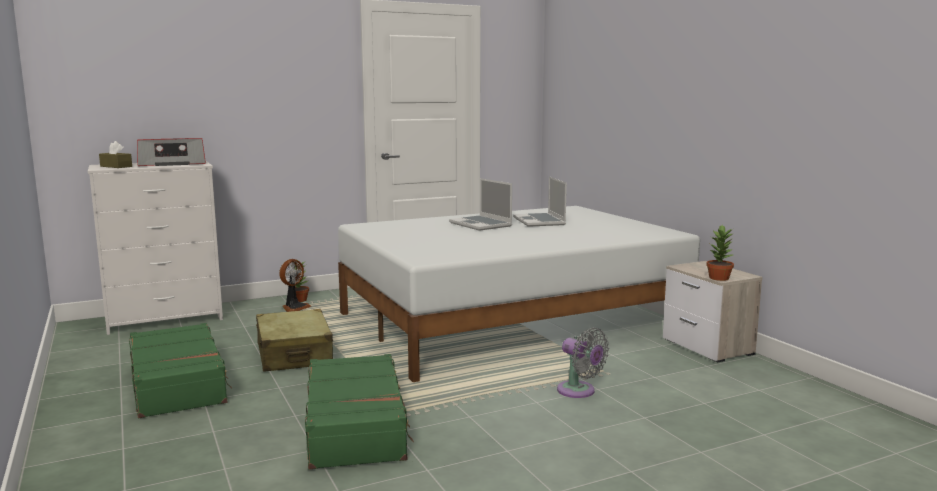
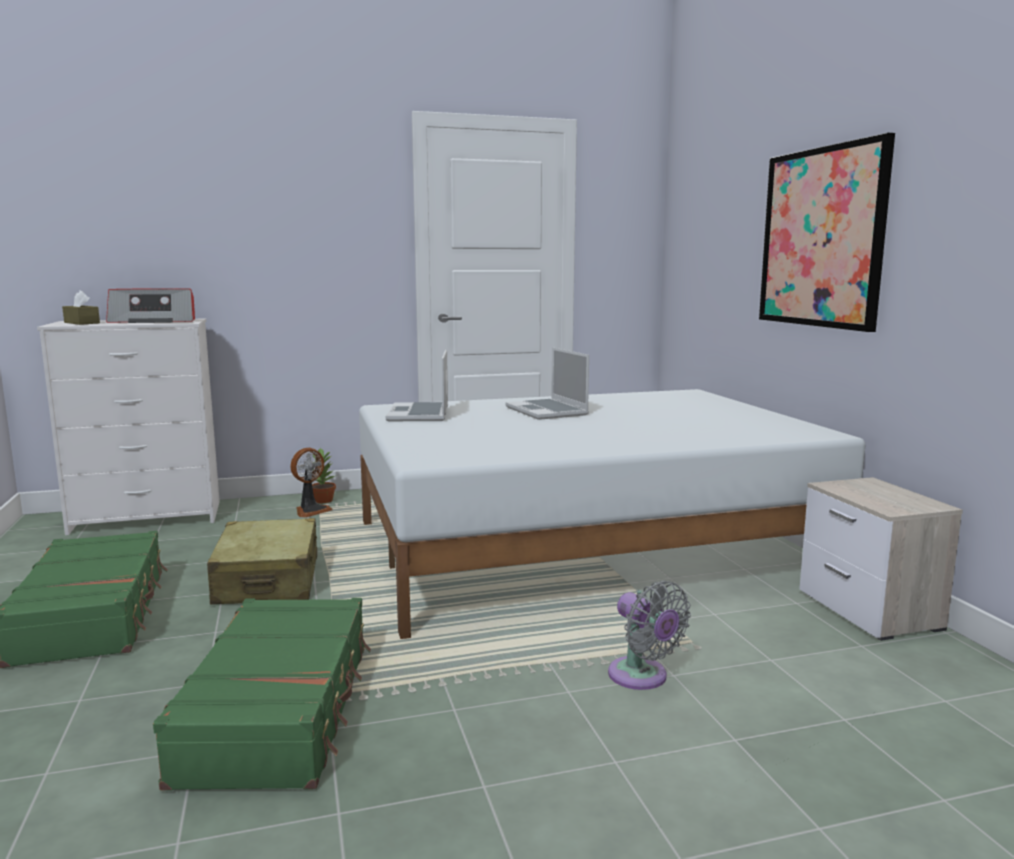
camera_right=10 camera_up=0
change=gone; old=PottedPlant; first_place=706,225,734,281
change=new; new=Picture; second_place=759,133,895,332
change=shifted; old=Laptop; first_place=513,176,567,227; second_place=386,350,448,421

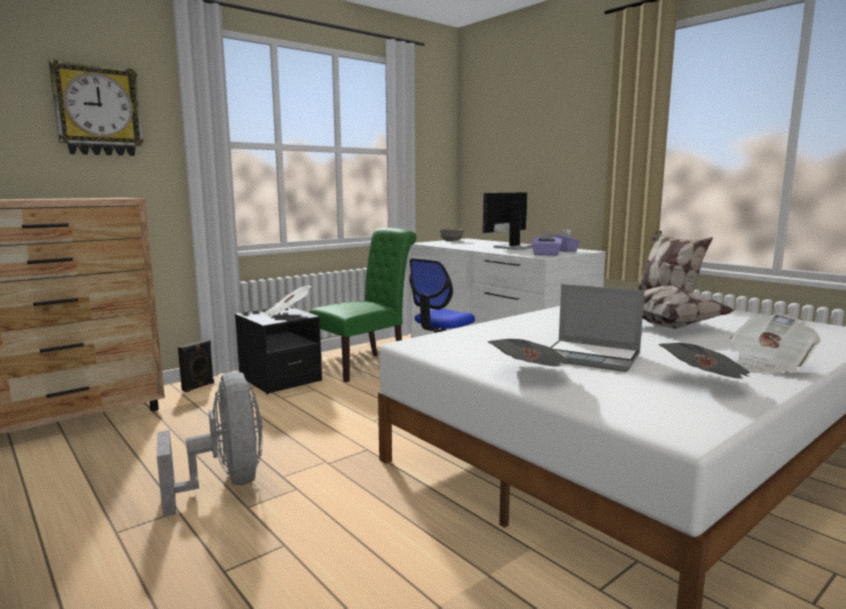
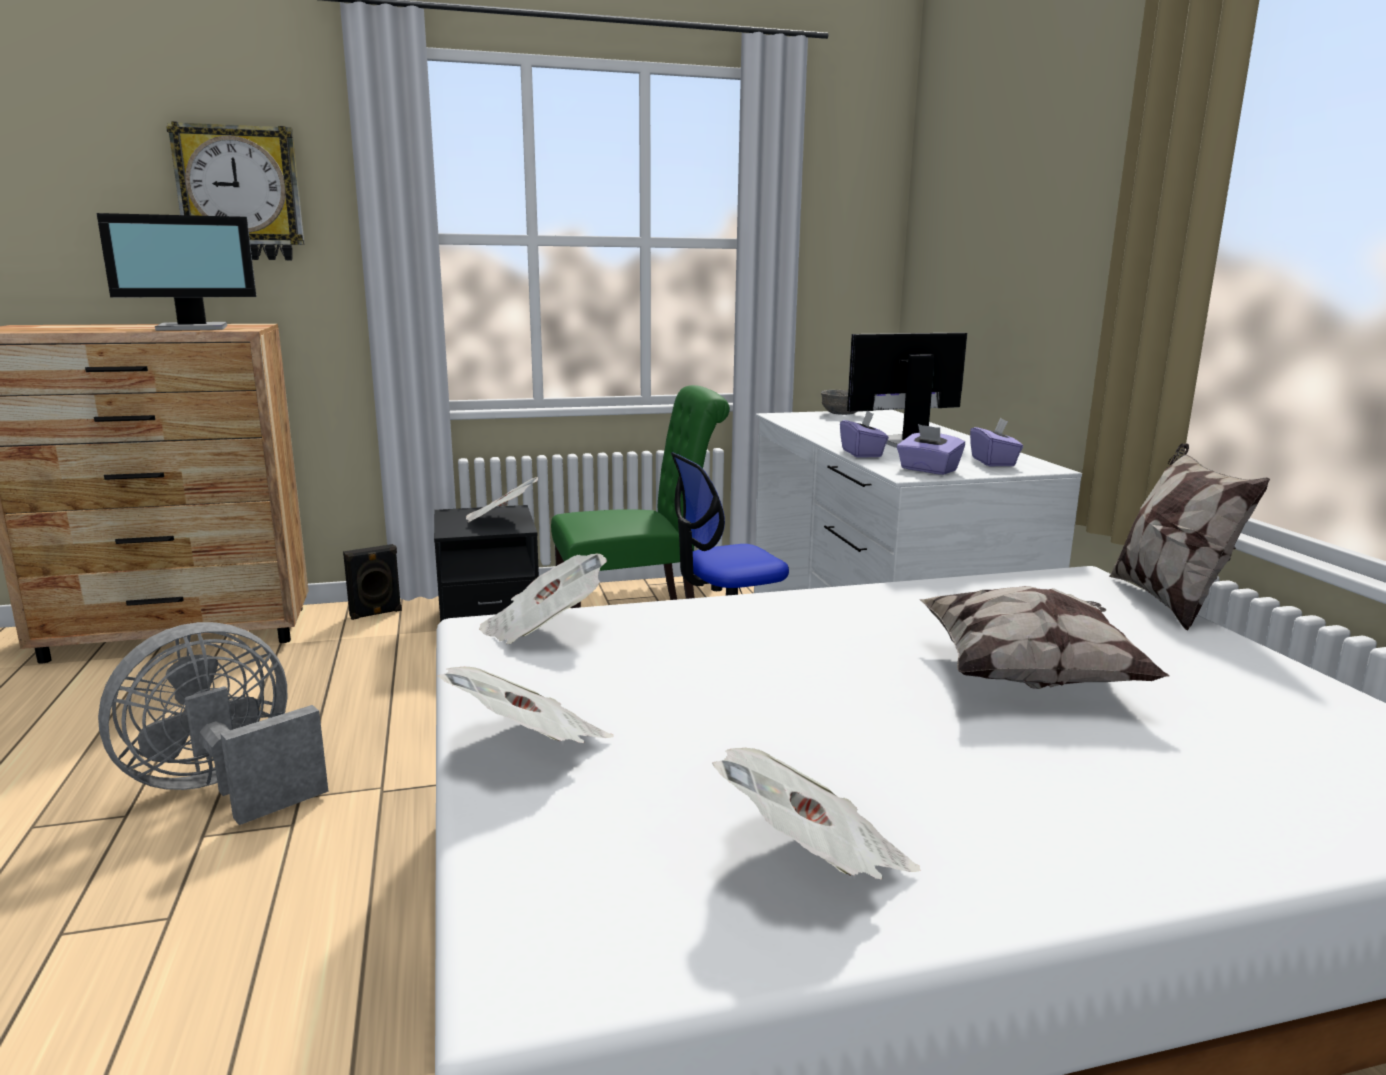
camera_right=25 camera_up=5
change=gone; old=Laptop; first_place=550,284,645,372
change=new; new=Monitor; second_place=96,213,256,331
change=new; new=PurpleTissueBox; second_place=840,410,889,458
change=shifted; old=Newspaper; first_place=730,314,820,373; second_place=479,554,607,644
change=rotated; old=GreyFan; first_place=157,372,263,517; second_place=98,622,329,825; degrees=-135

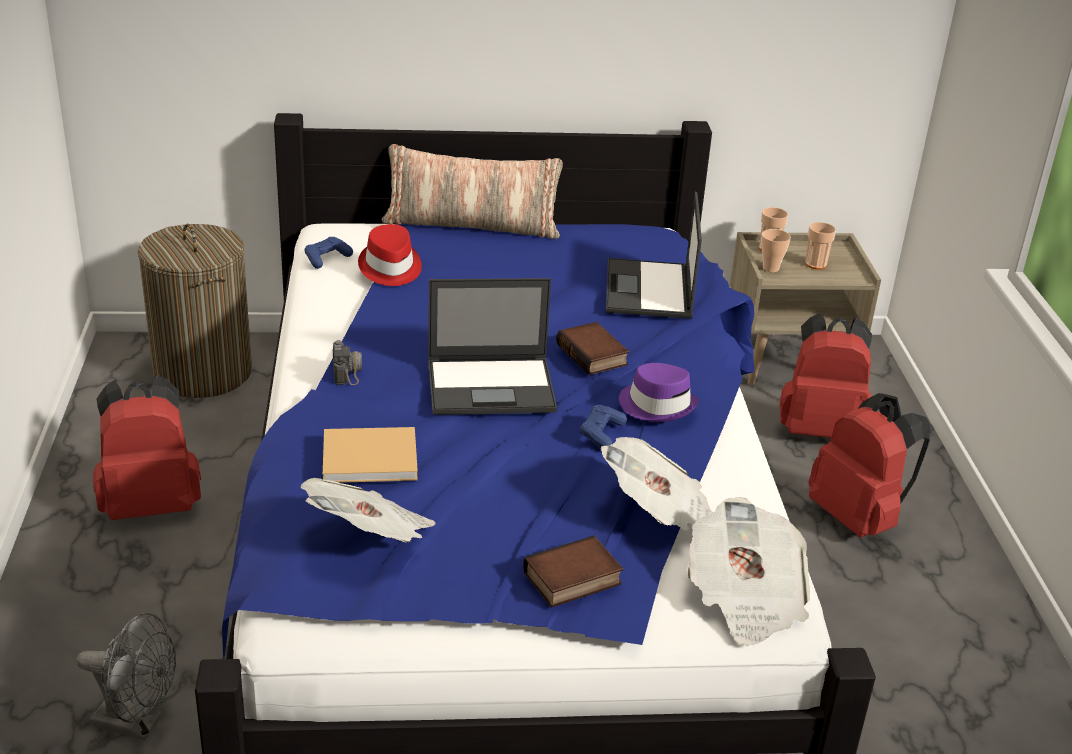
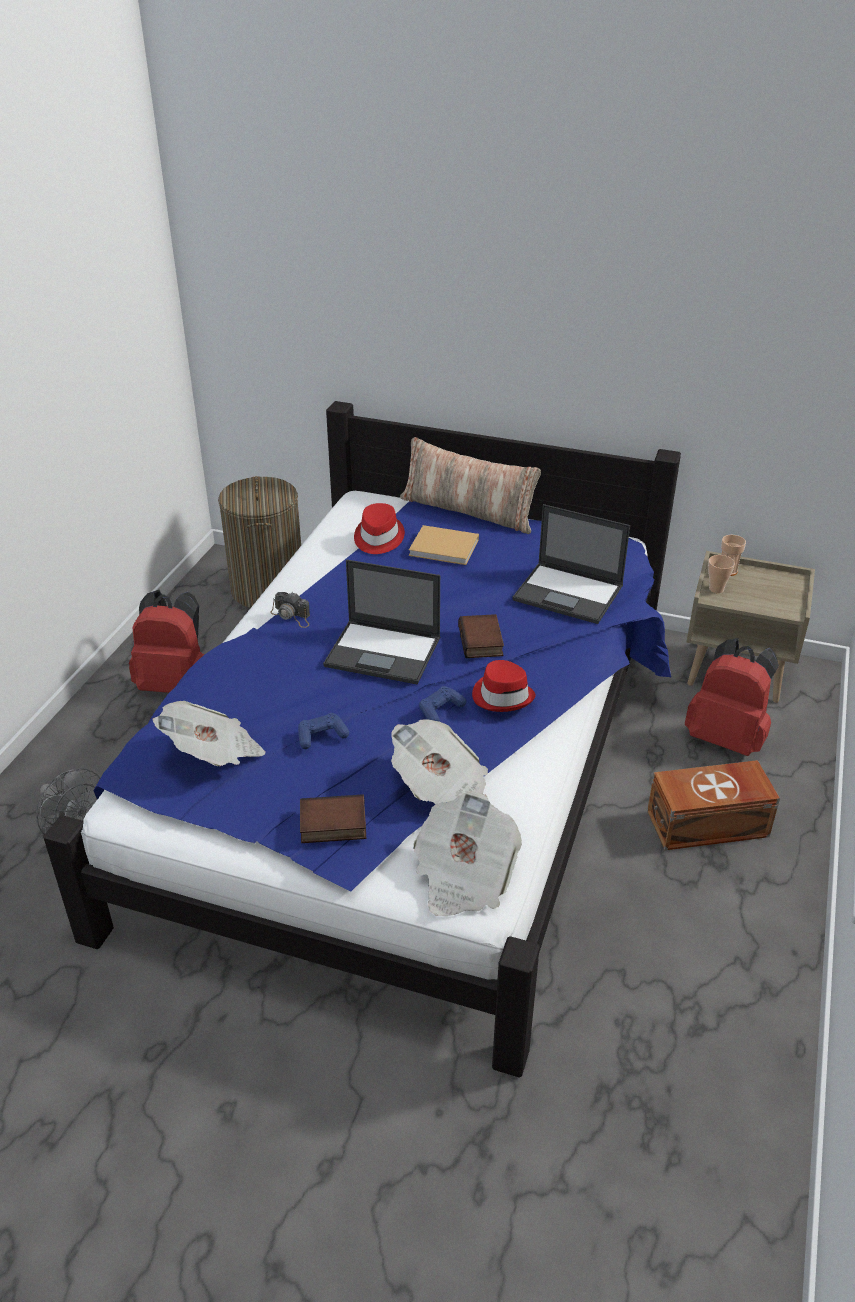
camera_right=25 camera_up=5
change=gone; old=Cup; first_place=805,222,836,270
change=shifted; old=BlueGameController; first_place=304,237,353,269; second_place=298,713,349,749
change=shifted; old=BeigeBook; first_place=323,427,418,483; second_place=409,525,479,565
change=swapped; old=RedBackpack; new=BrownStorageBox; first_place=808,393,931,537; second_place=647,760,780,850
change=repainted; old=PurpleHat; new=RedHat; first_place=619,363,699,422; second_place=472,660,536,712
change=rotated; old=PhotoCamera; first_place=333,340,362,385; second_place=270,592,310,628; degrees=105
change=rotated; old=Laptop; first_place=606,192,702,319; second_place=512,504,630,624; degrees=-90

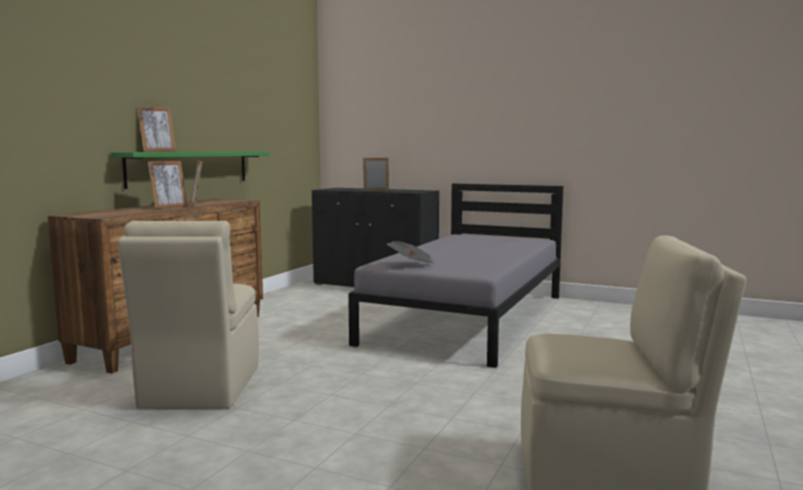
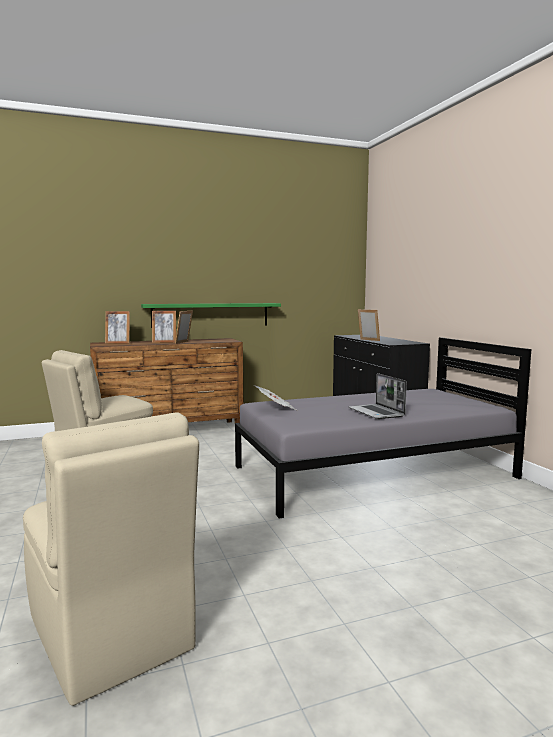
camera_right=45 camera_up=0
change=new; new=Laptop; second_place=349,373,407,419
change=shifted; old=PictureFrame; first_place=137,106,176,152; second_place=105,311,130,344

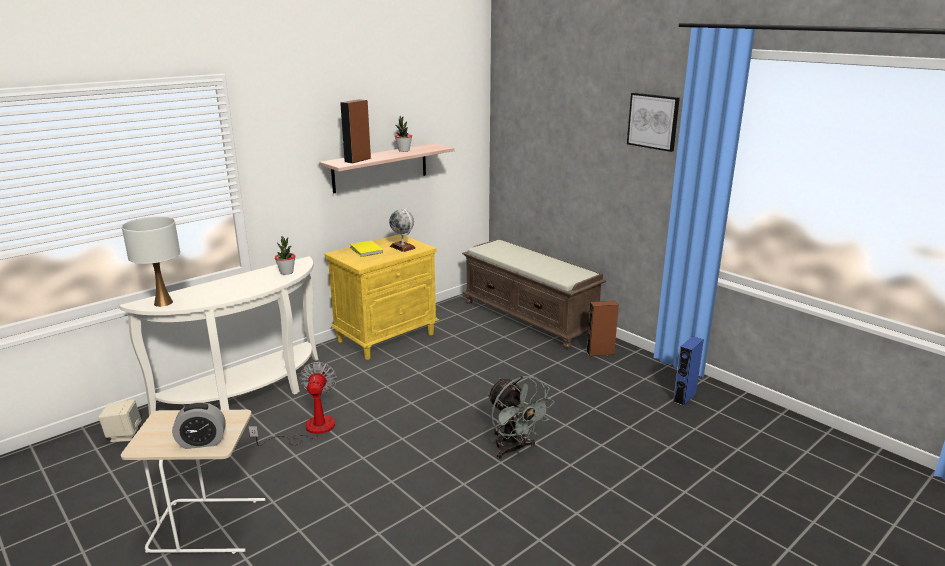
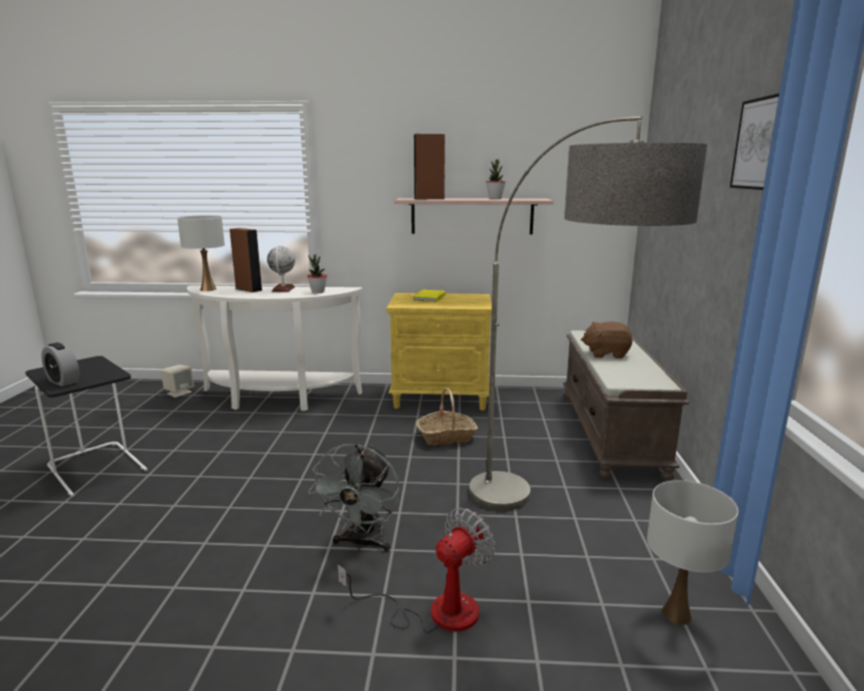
camera_right=45 camera_up=-5
change=new; new=Basket; second_place=416,388,478,445
change=new; new=FloorLamp; second_place=469,116,707,511
change=new; new=BrownPlushToy; second_place=581,322,632,359
change=shifted; old=Fan; first_place=248,362,337,446; second_place=337,508,495,633
change=shifted; old=Globe; first_place=389,209,416,252; second_place=267,245,295,292
change=shifted; old=BrownSpeaker; first_place=586,301,619,357; second_place=230,228,263,292
change=swapped; old=BlueSpeaker; new=WhiteTableLamp; first_place=673,336,704,406; second_place=647,480,739,625
change=repainted; old=BeigeSideTable; new=BlackSideTable; first_place=121,410,266,554; second_place=25,356,148,497

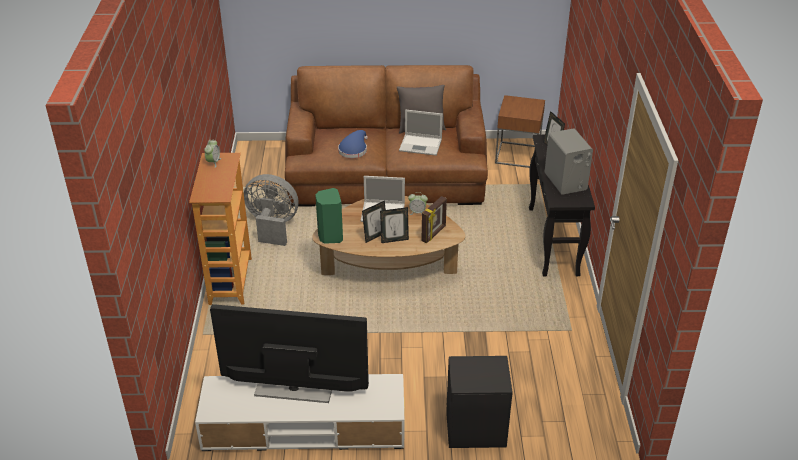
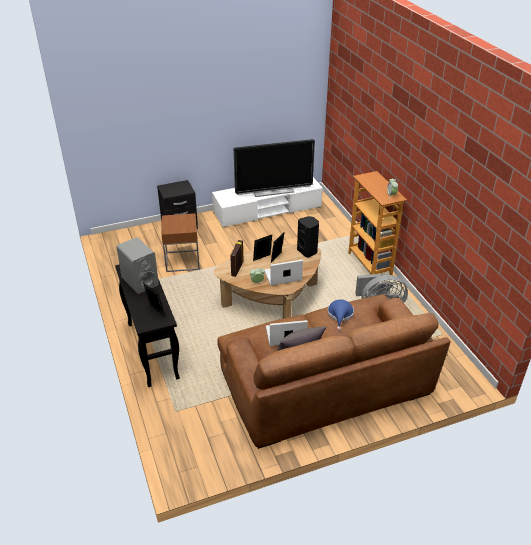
camera_right=160 camera_up=0
change=shifted; old=BrownSideTable; first_place=495,95,545,168; second_place=161,213,200,272
change=repainted; old=GreenSpeaker; new=BlackSpeaker; first_place=315,188,343,244; second_place=297,216,319,257

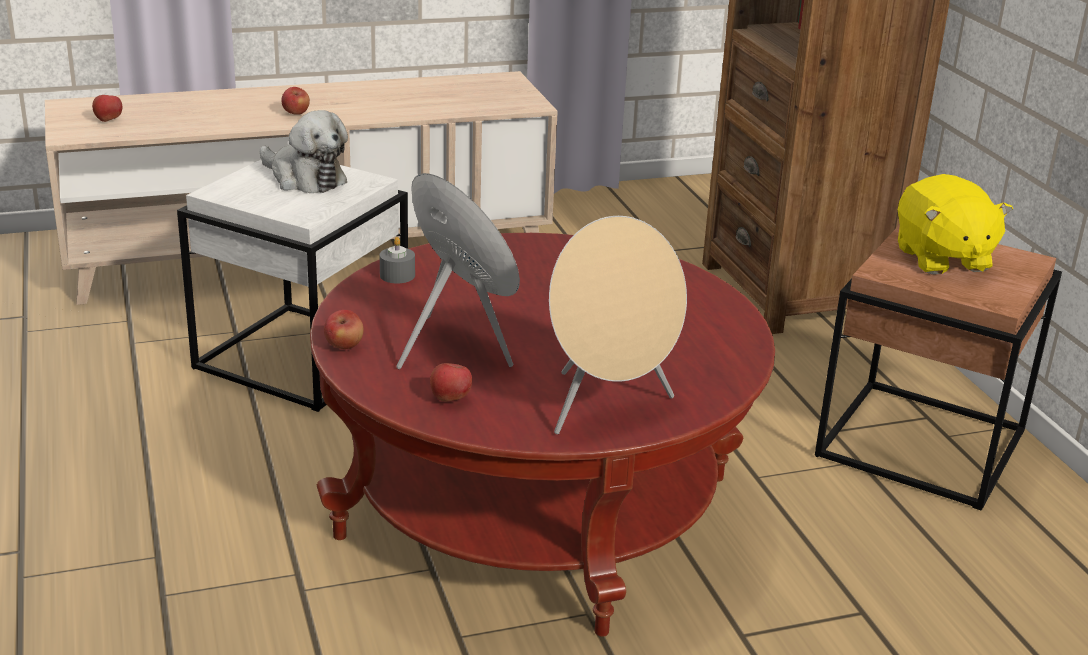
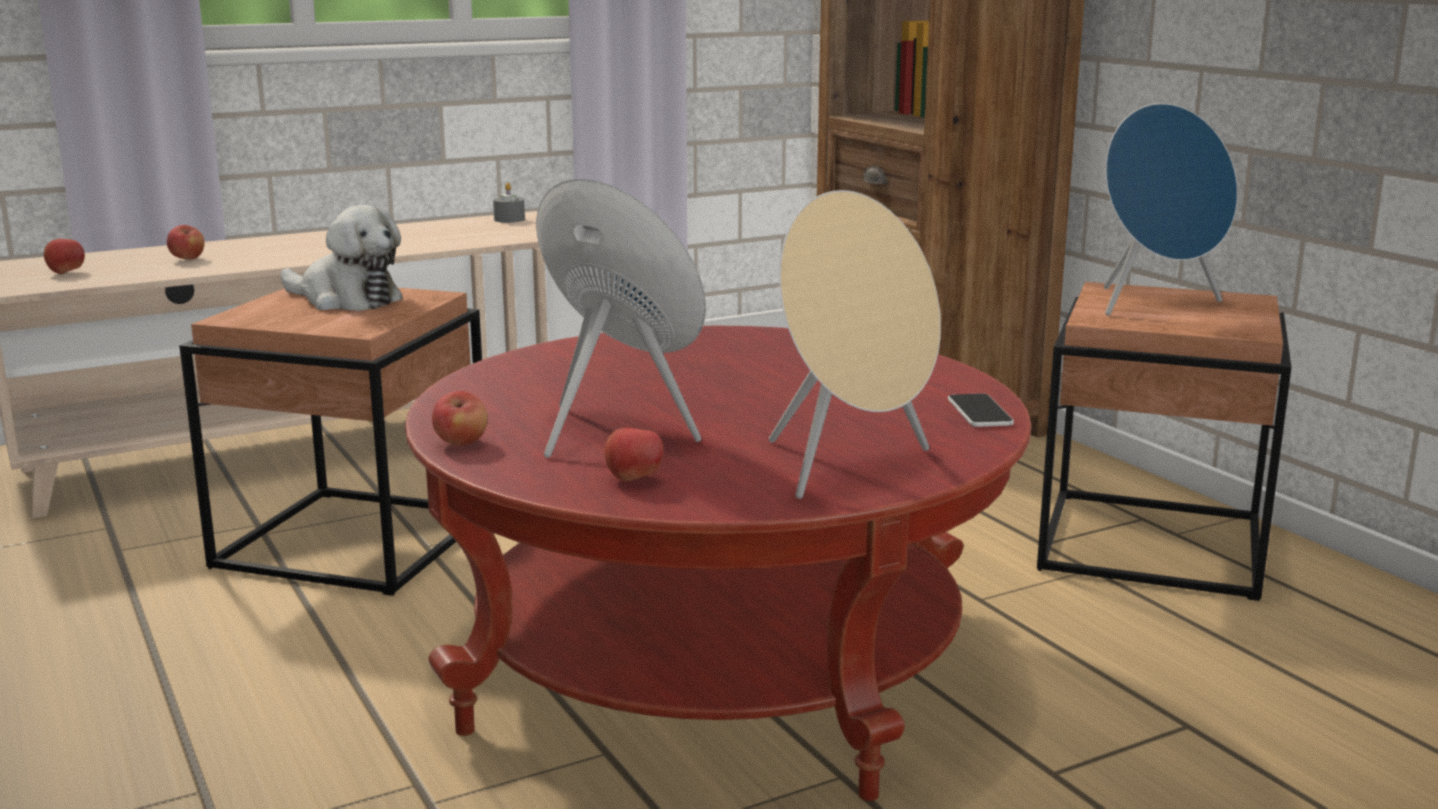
camera_right=-10 camera_up=-10
change=new; new=Phone; second_place=948,393,1014,427
change=shifted; old=Apple; first_place=281,87,310,115; second_place=167,225,205,259
change=shifted; old=GreyCandle; first_place=380,237,415,283; second_place=493,183,525,223
change=swapped; old=YellowPlushToy; new=BlueSpeaker; first_place=898,174,1013,275; second_place=1104,103,1238,316
change=repainted; old=WhiteSideTable; new=BrownSideTable; first_place=177,151,408,412; second_place=179,288,482,596

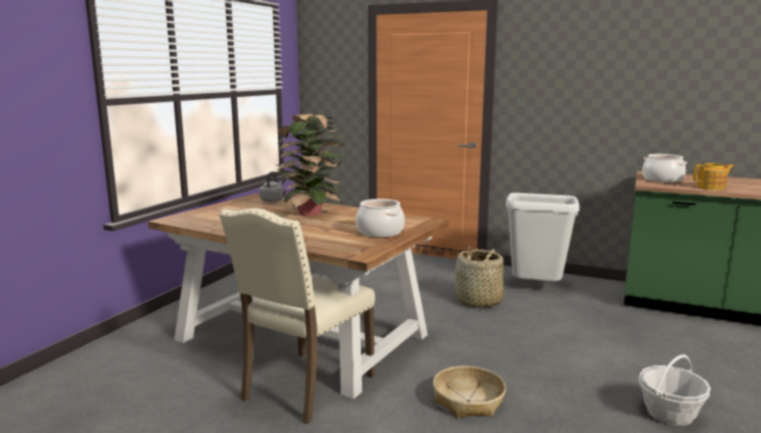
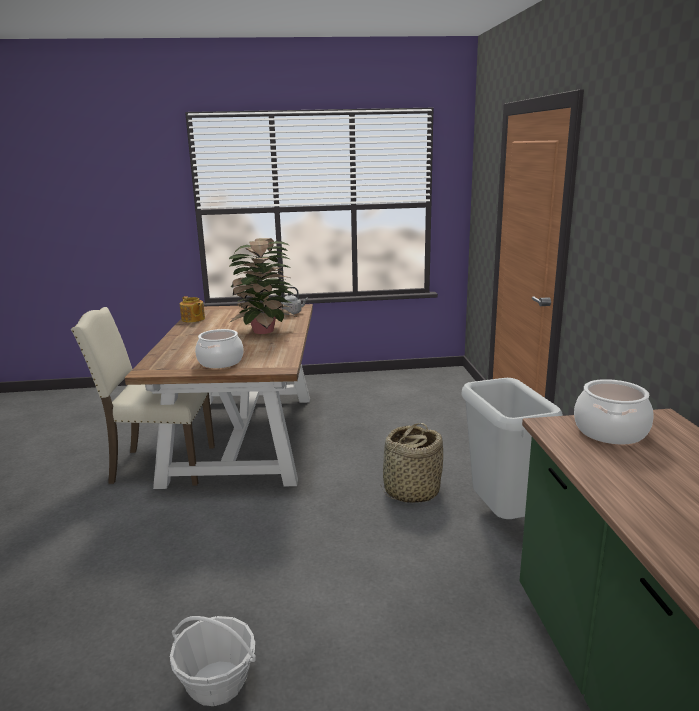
camera_right=60 camera_up=5
change=gone; old=Basket; first_place=433,366,506,418
change=shifted; old=Teapot; first_place=693,163,734,190; second_place=180,296,205,323

